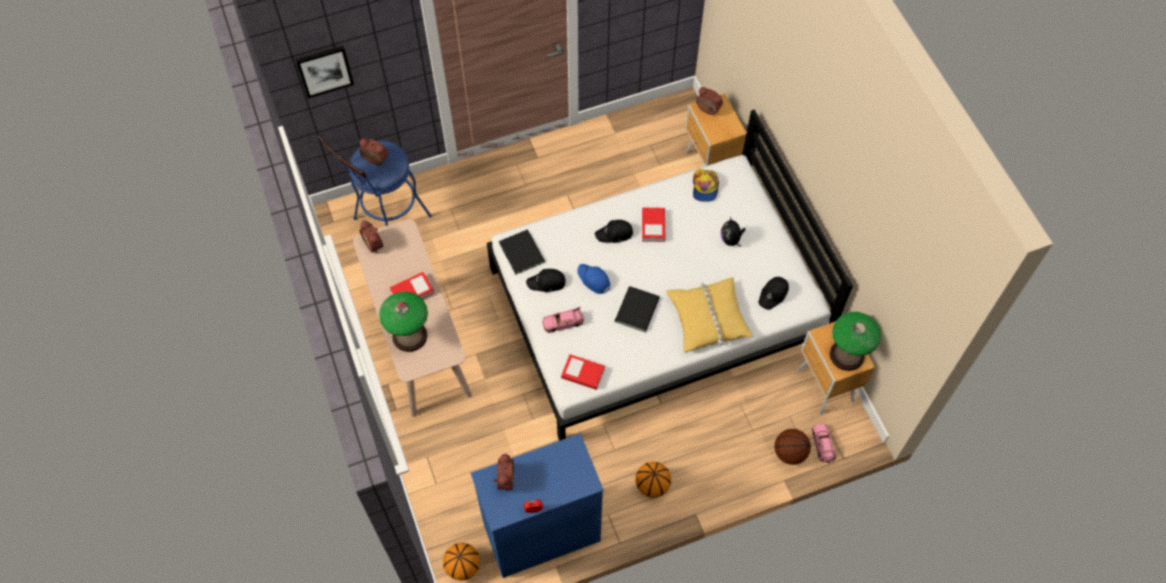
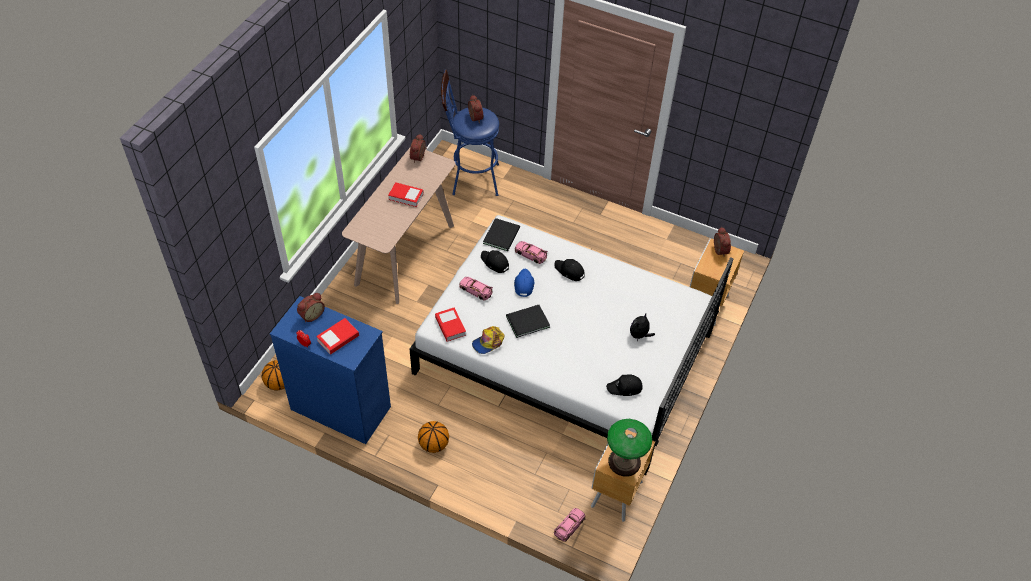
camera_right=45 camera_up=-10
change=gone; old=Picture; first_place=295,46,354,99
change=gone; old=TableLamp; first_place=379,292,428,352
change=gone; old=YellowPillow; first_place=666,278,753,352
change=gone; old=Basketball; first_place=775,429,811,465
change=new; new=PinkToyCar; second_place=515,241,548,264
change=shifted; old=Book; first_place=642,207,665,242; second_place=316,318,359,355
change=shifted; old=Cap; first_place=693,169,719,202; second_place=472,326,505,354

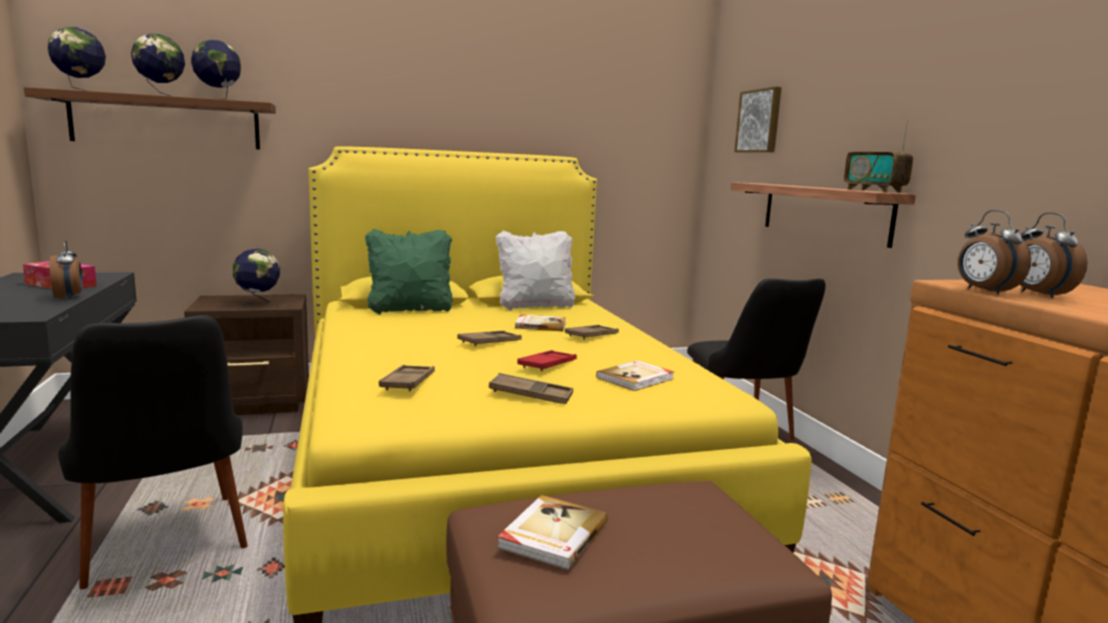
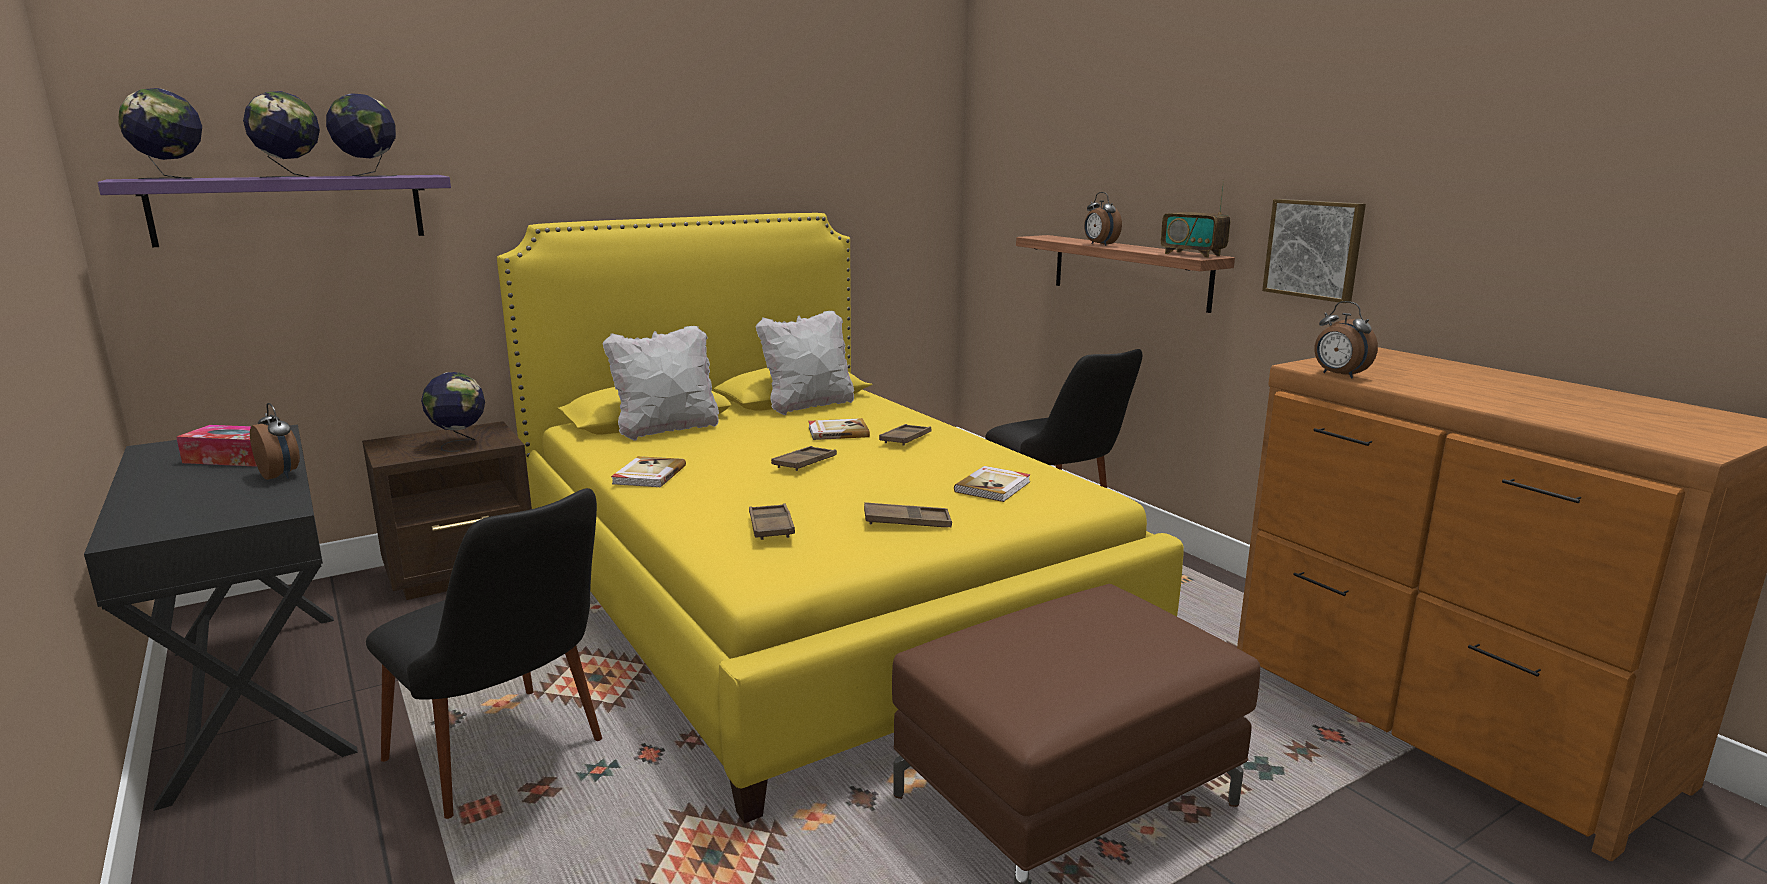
camera_right=-15 camera_up=5
change=gone; old=RedTray; first_place=517,350,577,371
change=shifted; old=Book; first_place=497,495,608,570; second_place=611,456,686,487
change=shifted; old=Picture; first_place=734,87,782,153; second_place=1262,199,1366,303
change=shifted; old=AlarmClock; first_place=1020,213,1088,298; second_place=1084,192,1122,246
change=repainted; old=BrownShelf; new=PurpleShelf; first_place=24,87,276,149; second_place=97,175,451,247
change=repainted; old=GreenPillow; new=WhitePillow; first_place=365,229,453,314; second_place=602,326,719,441

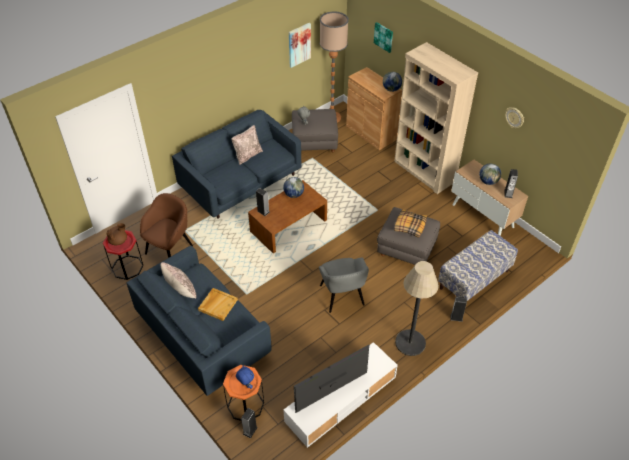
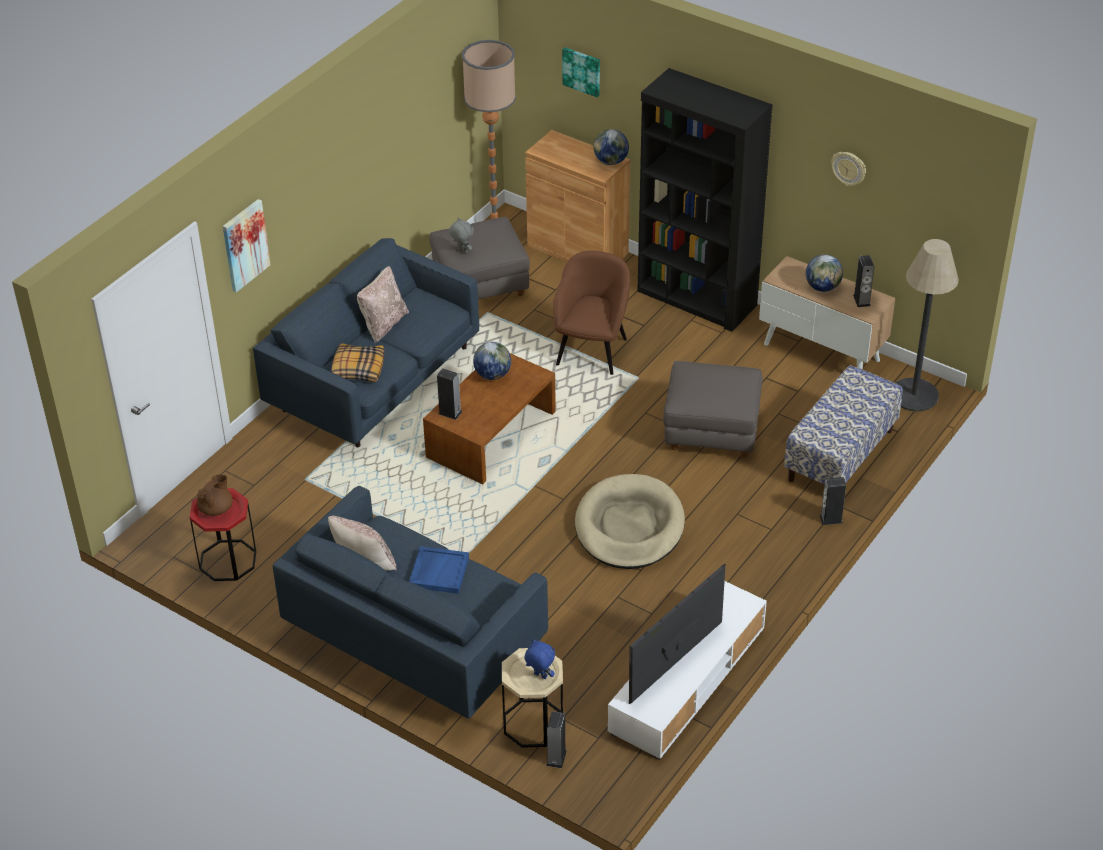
camera_right=-15 camera_up=-5
change=shifted; old=BrownArmchair; first_place=140,193,193,258; second_place=553,251,630,375
change=shifted; old=Picture; first_place=289,23,311,68; second_place=223,199,270,292
change=shifted; old=Pillow; first_place=394,209,427,238; second_place=331,343,384,383
change=shifted; old=FloorLamp; first_place=395,261,439,356; second_place=895,239,959,411
change=swapped; old=GreyArmchair; new=BeigeDogBed; first_place=319,257,369,313; second_place=575,474,685,569
change=repainted; old=BeigeTray; new=BlueTray; first_place=198,288,238,321; second_place=409,546,469,594
change=repainted; old=OrangeSideTable; new=BeigeSideTable; first_place=223,365,264,421; second_place=502,648,563,748
change=repainted; old=BeigeBookcase; new=BlackBookcase; first_place=394,42,478,194; second_place=638,68,773,332

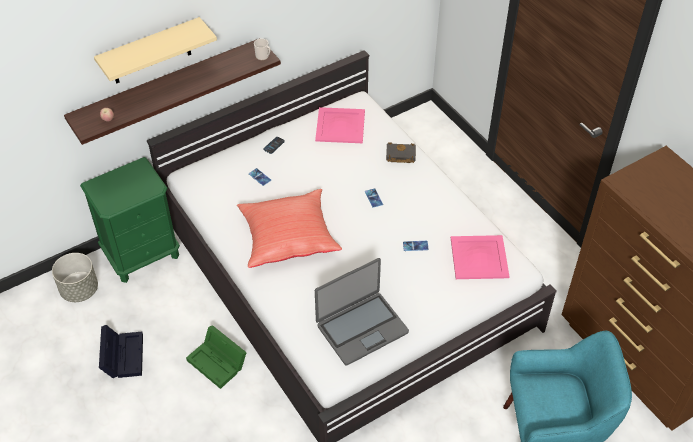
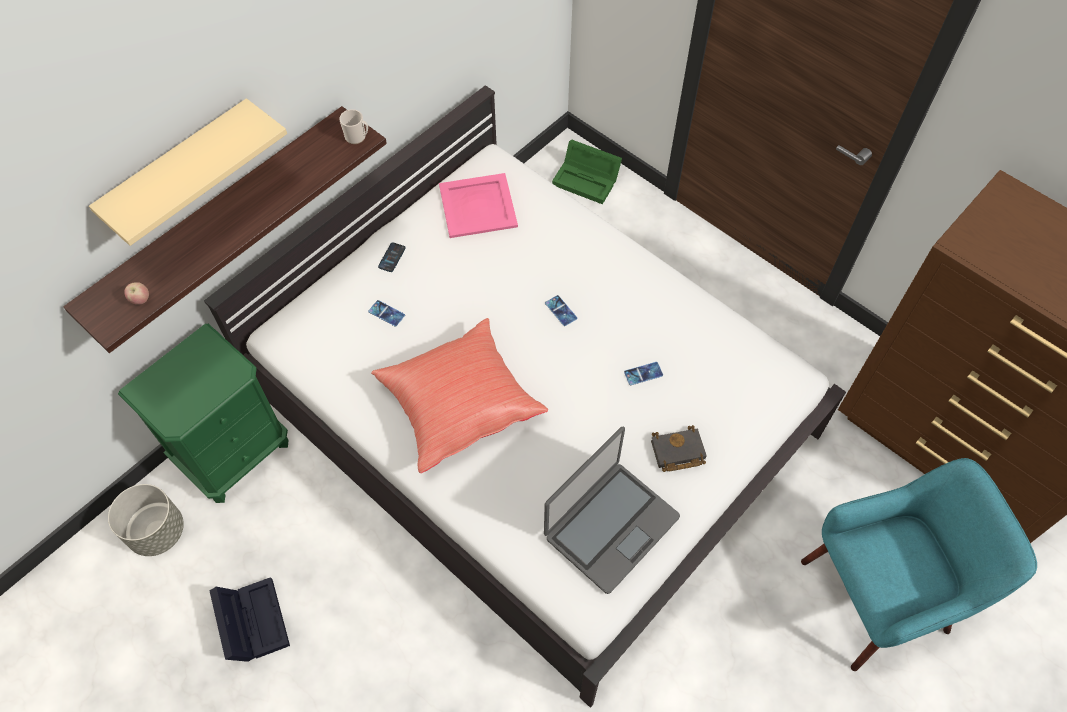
camera_right=-15 camera_up=10
change=gone; old=PinkTray; first_place=451,235,510,279
change=shifted; old=GreenStorageBox; first_place=186,325,247,389; second_place=552,139,622,204
change=shifted; old=BlackBook; first_place=386,142,416,163; second_place=651,425,707,472

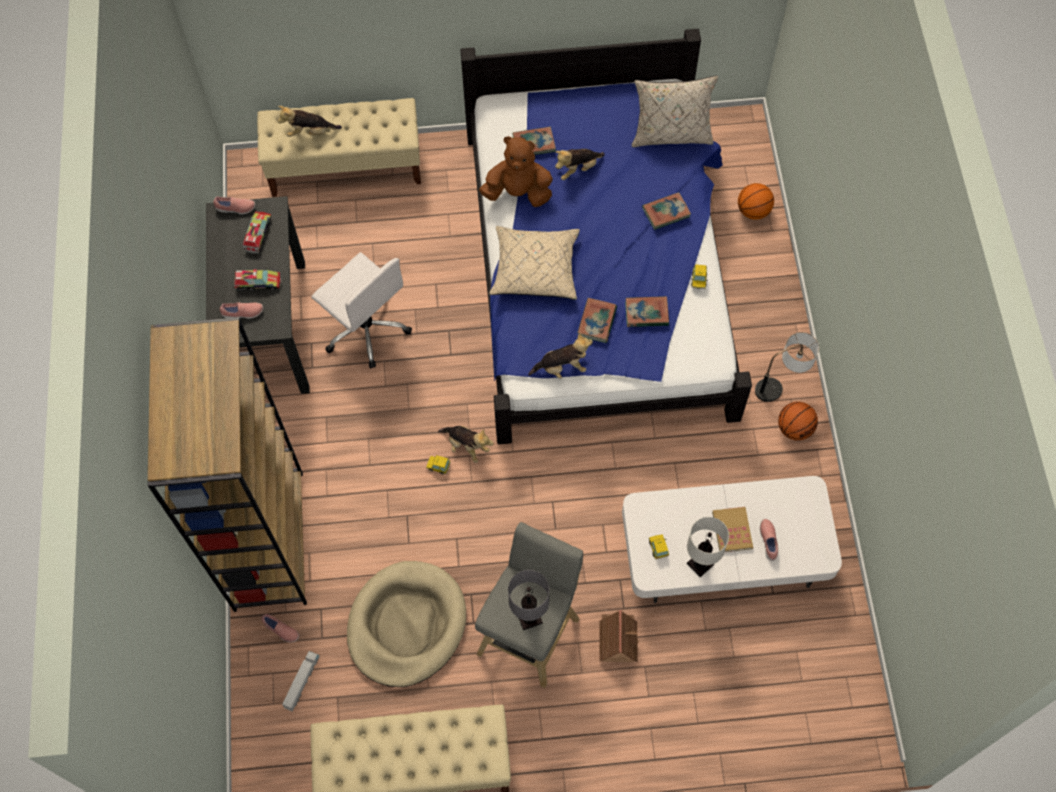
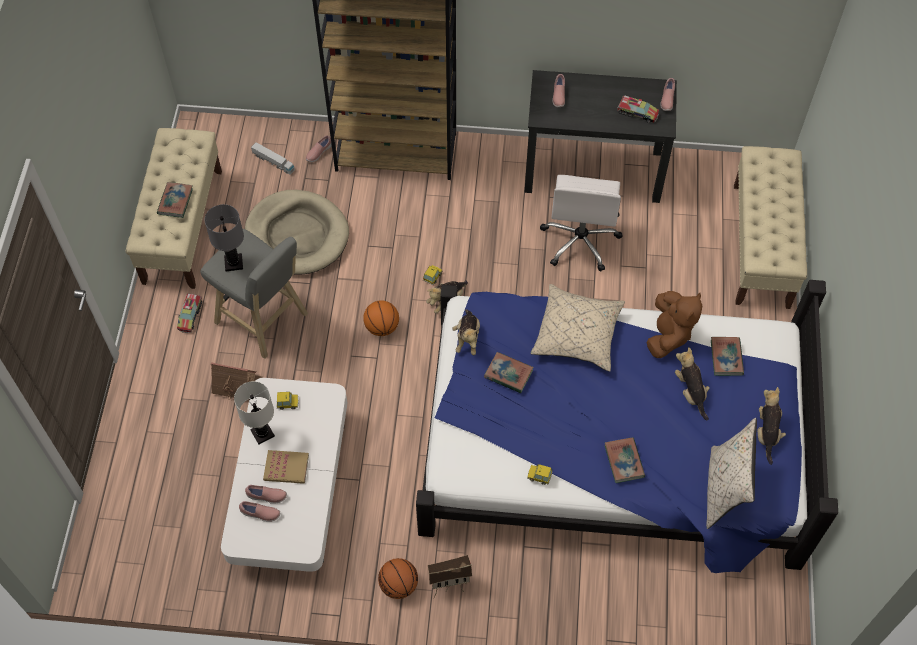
camera_right=100 camera_up=-5
change=new; new=PinkShoe; second_place=239,501,280,522
change=shifted; old=ToyTruck; first_place=234,269,282,291; second_place=177,293,202,333
change=shifted; old=PlushToy; first_place=277,106,342,137; second_place=757,387,786,465
change=shifted; old=Book; first_place=625,296,669,327; second_place=157,182,193,218
change=shifted; old=Basketball; first_place=738,183,774,220; second_place=363,300,399,336
change=swapped; old=TableLamp; new=ToyHouse; first_place=755,332,819,402; second_place=428,555,472,598
change=rotated; old=WhiteOfficeChair; first_place=312,252,412,369; second_place=540,175,623,271; degrees=-45

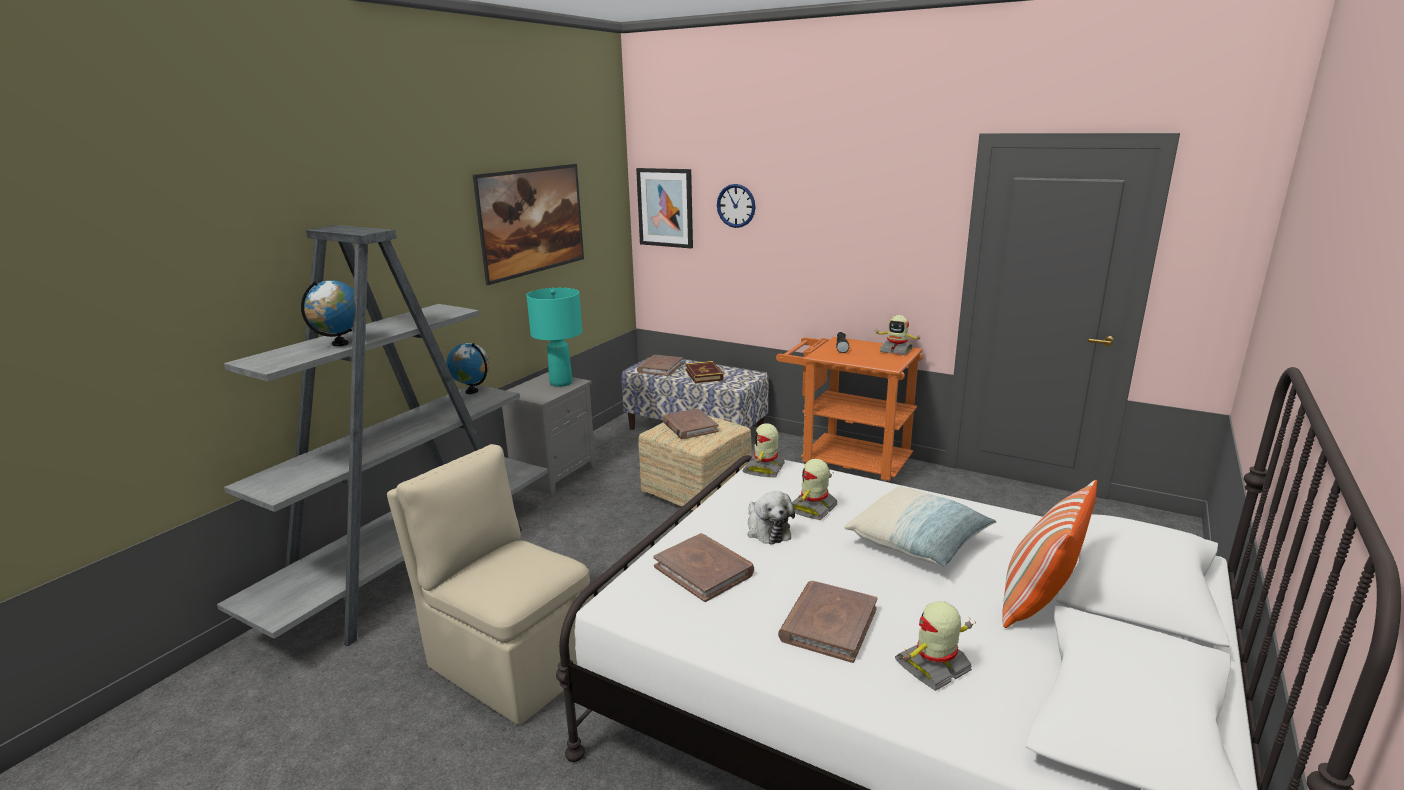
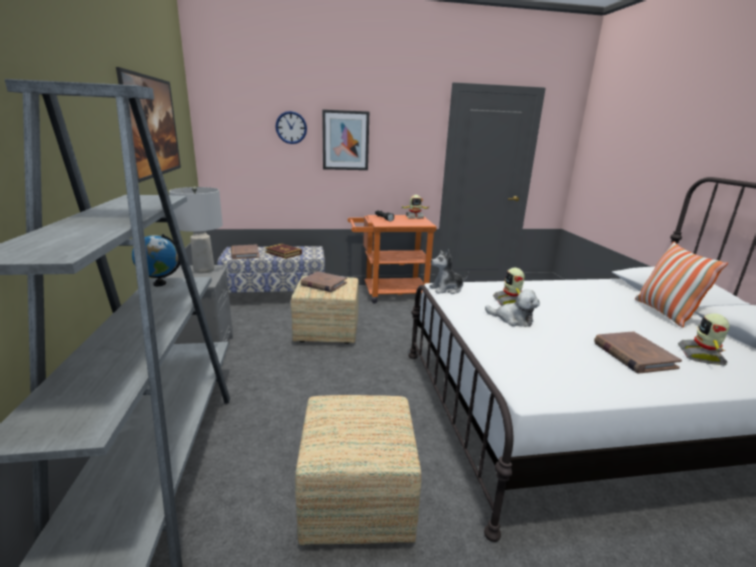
camera_right=-40 camera_up=0
change=gone; old=Globe; first_place=301,280,355,346
change=gone; old=BrownBook; first_place=653,533,754,602
change=gone; old=Pillow; first_place=844,486,996,567
change=shifted; old=Picture; first_place=636,168,693,248; second_place=322,109,369,170
change=swapped; old=BeigeChair; new=Ottoman; first_place=387,444,594,725; second_place=295,395,421,545
change=swapped; old=ToyRobot; new=PlushToy; first_place=742,423,785,478; second_place=429,249,468,294
change=repainted; old=TurquoiseTableLamp; new=GreyTableLamp; first_place=526,288,582,387; second_place=169,186,223,273

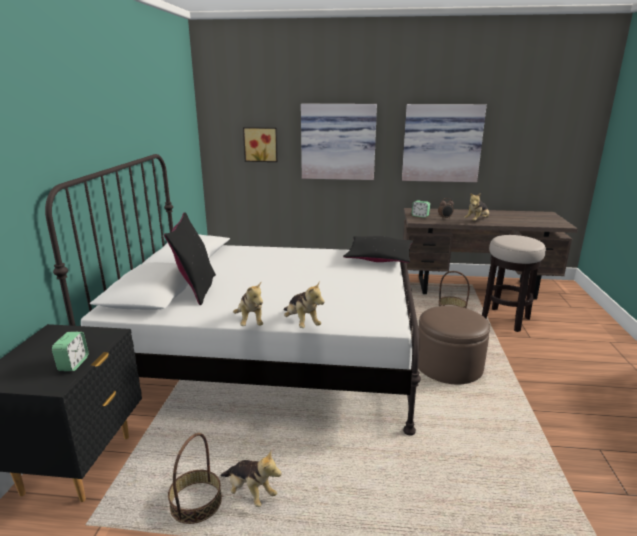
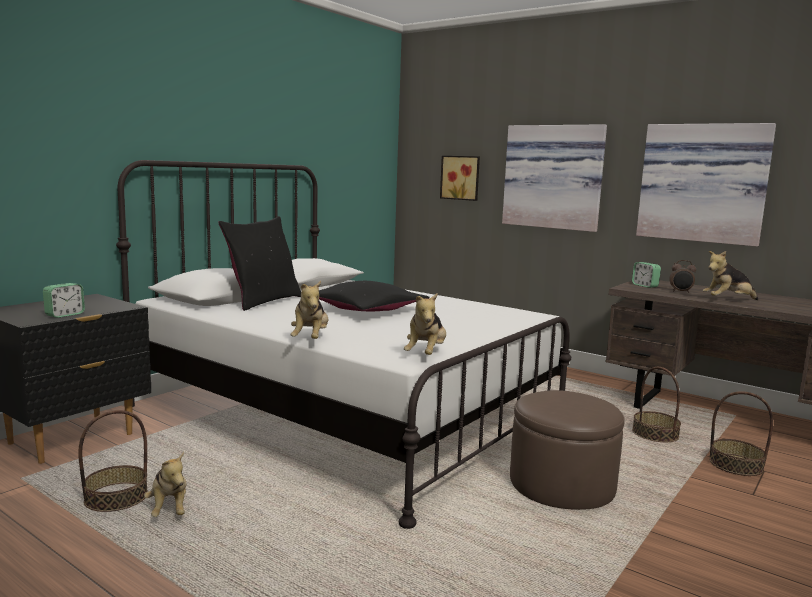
camera_right=30 camera_up=-10
change=shifted; old=PlushToy; first_place=233,282,263,326; second_place=404,293,446,355
change=shifted; old=BlackPillow; first_place=343,236,413,263; second_place=319,281,429,311
change=swapped; old=Stool; new=Basket; first_place=482,235,546,332; second_place=709,391,773,476

